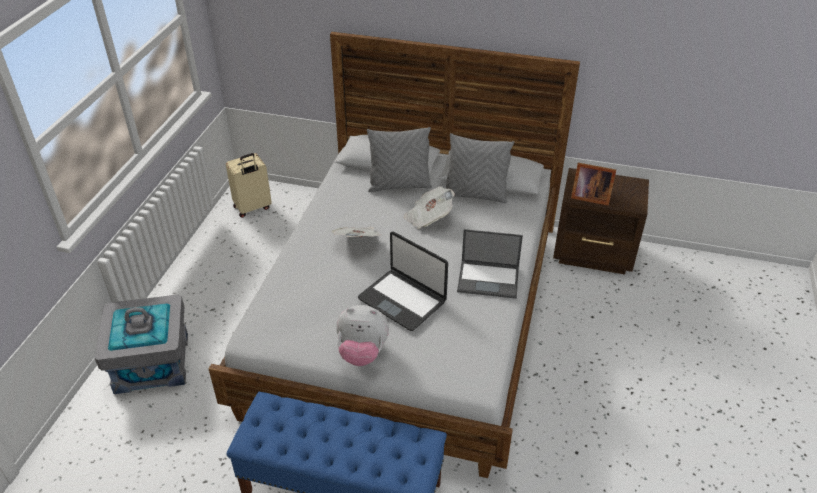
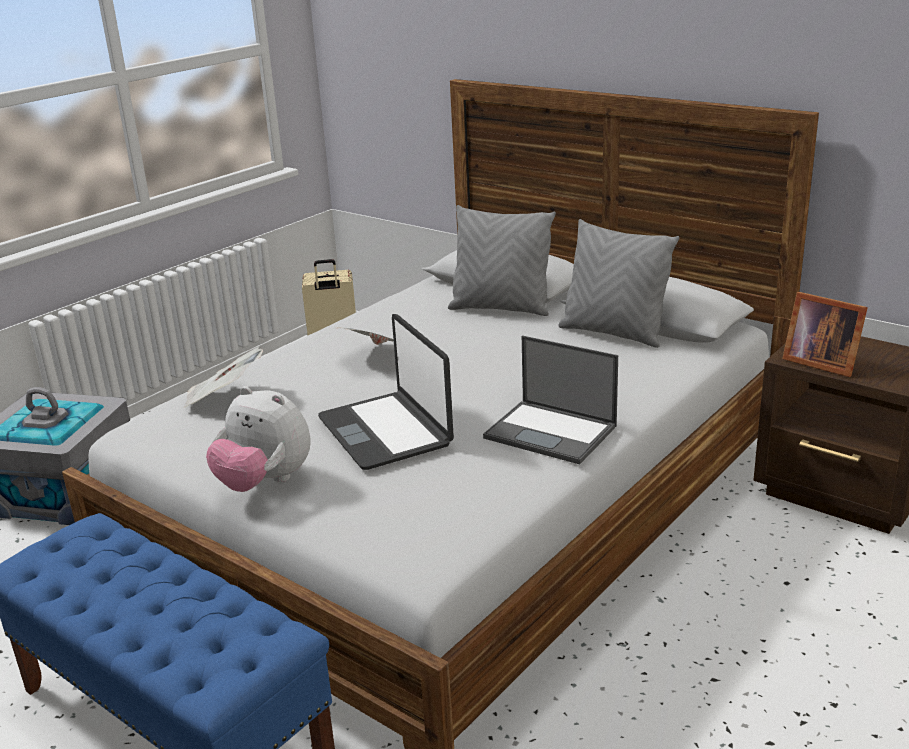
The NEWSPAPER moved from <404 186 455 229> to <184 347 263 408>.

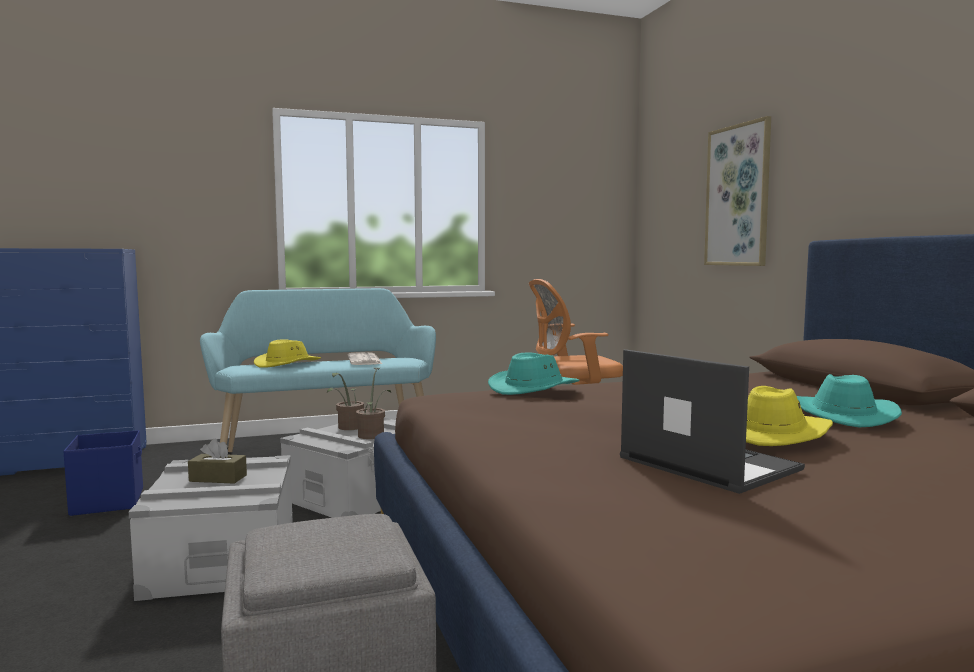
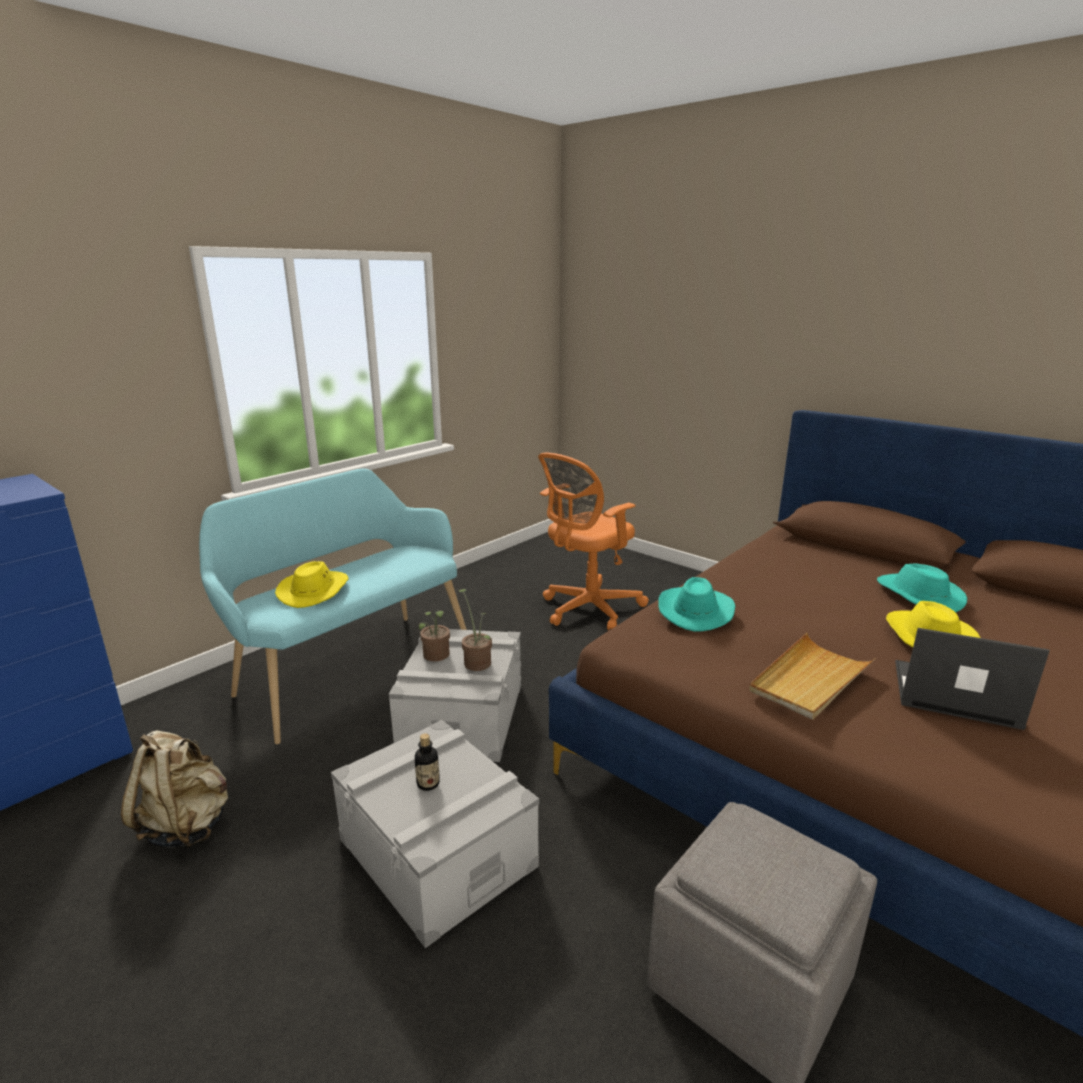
The BLUE STORAGE BIN at <63 430 143 516> was replaced by the BEIGE-COLOURED KNAPSACK at <121 730 228 848>. The BROWN-COLOURED TISSUE BOX at <188 439 247 484> was replaced by the BOTTLE at <415 733 440 791>. The NEWSPAPER at <348 352 382 365> disappeared. The WALL ART at <704 116 771 266> disappeared. The BEIGE-COLOURED CARRYING TRAY at <749 633 876 720> appeared.

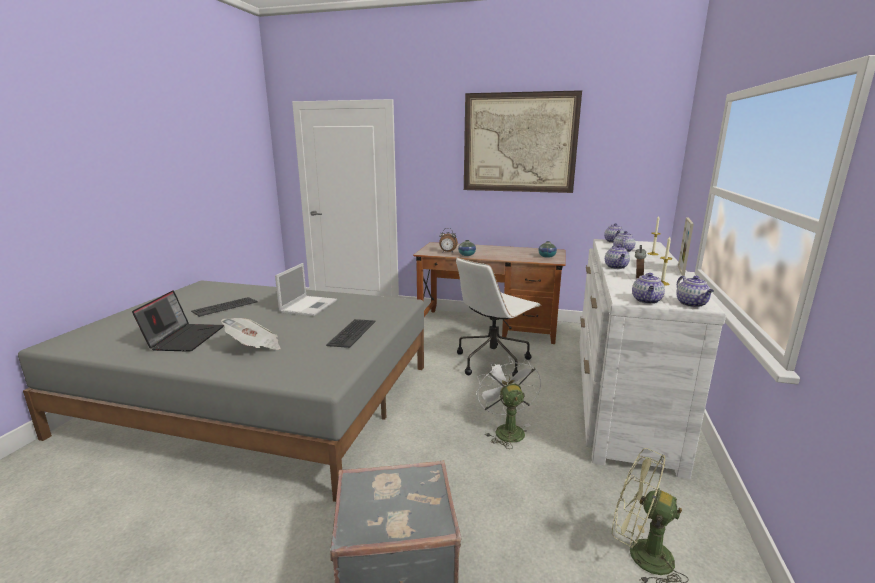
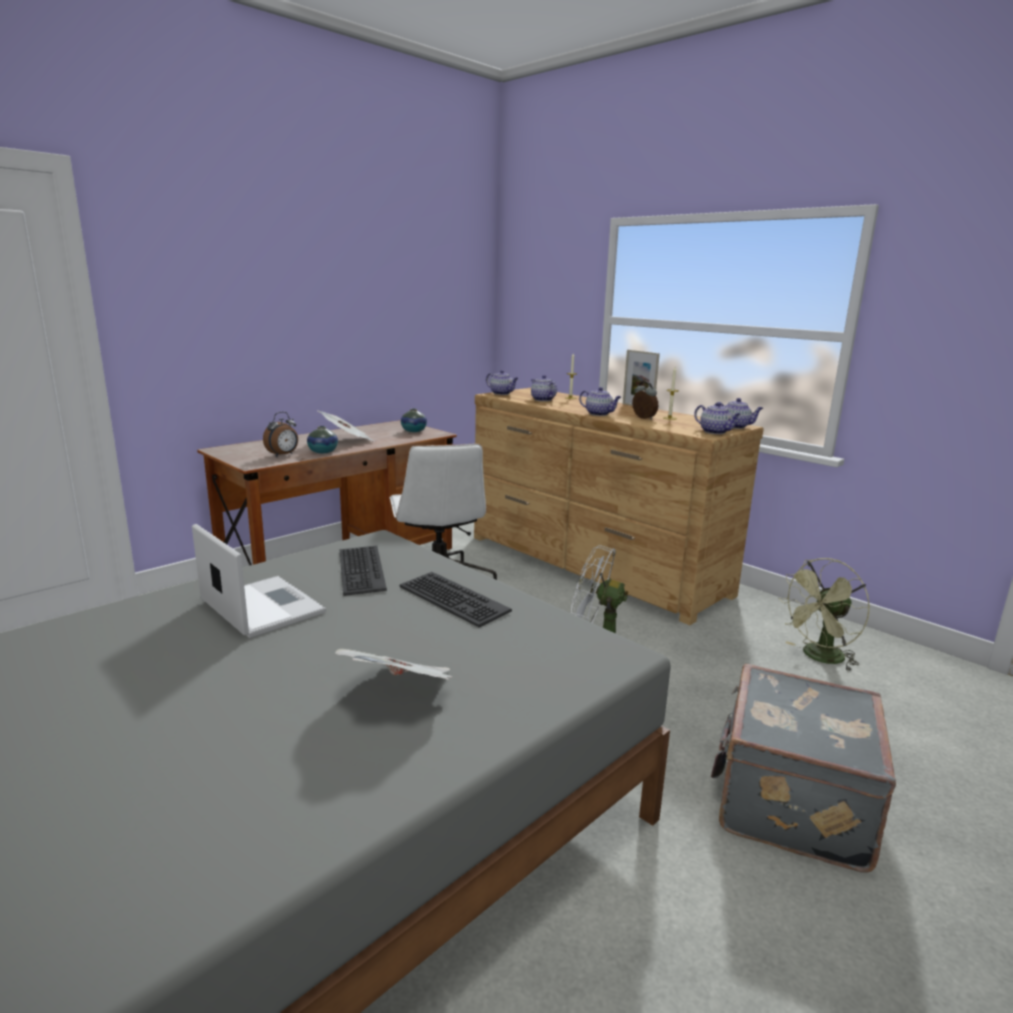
The PORTABLE COMPUTER at <132 290 224 352> disappeared. The KEYBOARD moved from <191 297 257 317> to <340 546 387 596>. The WALL ART at <464 90 582 193> disappeared. The WHITE CHEST OF DRAWERS at <580 239 726 479> became the BROWN-COLOURED CHEST OF DRAWERS at <474 388 764 625>. The NEWSPAPER at <317 410 375 442> appeared.

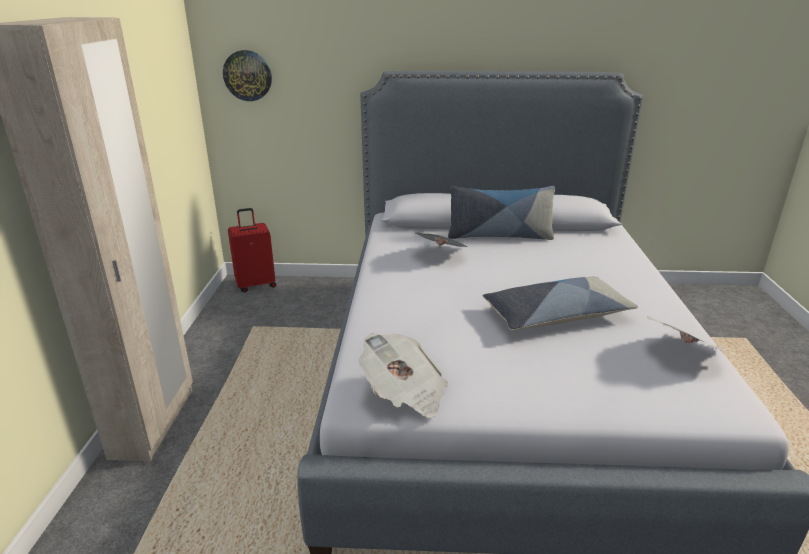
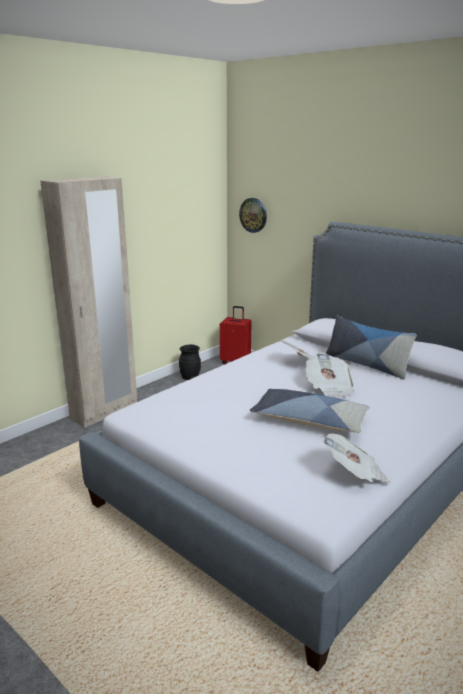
The NEWSPAPER moved from <359 333 448 418> to <306 353 355 398>. The BLACK-COLOURED DECORATIVE VASE at <179 344 201 380> appeared.

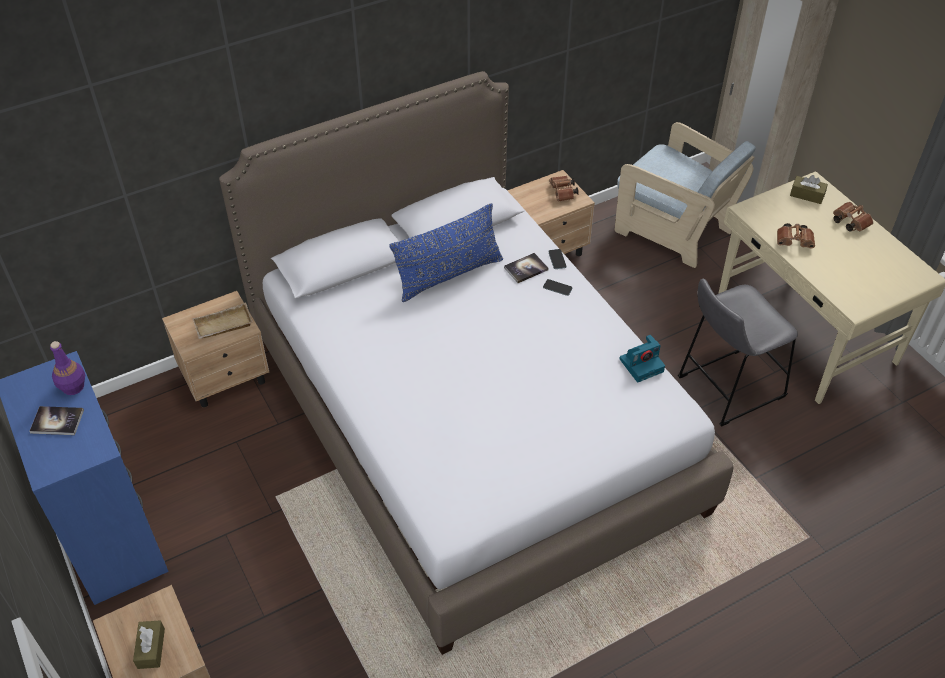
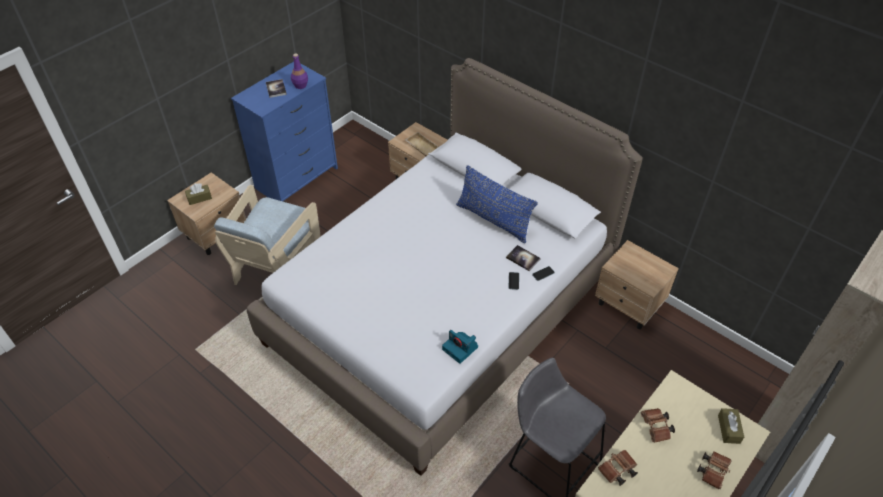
The BROWN-COLOURED PAIR OF BINOCULARS moved from <549 176 579 202> to <598 450 638 486>. The BEIGE-COLOURED EASY CHAIR moved from <614 122 756 268> to <214 185 321 285>.

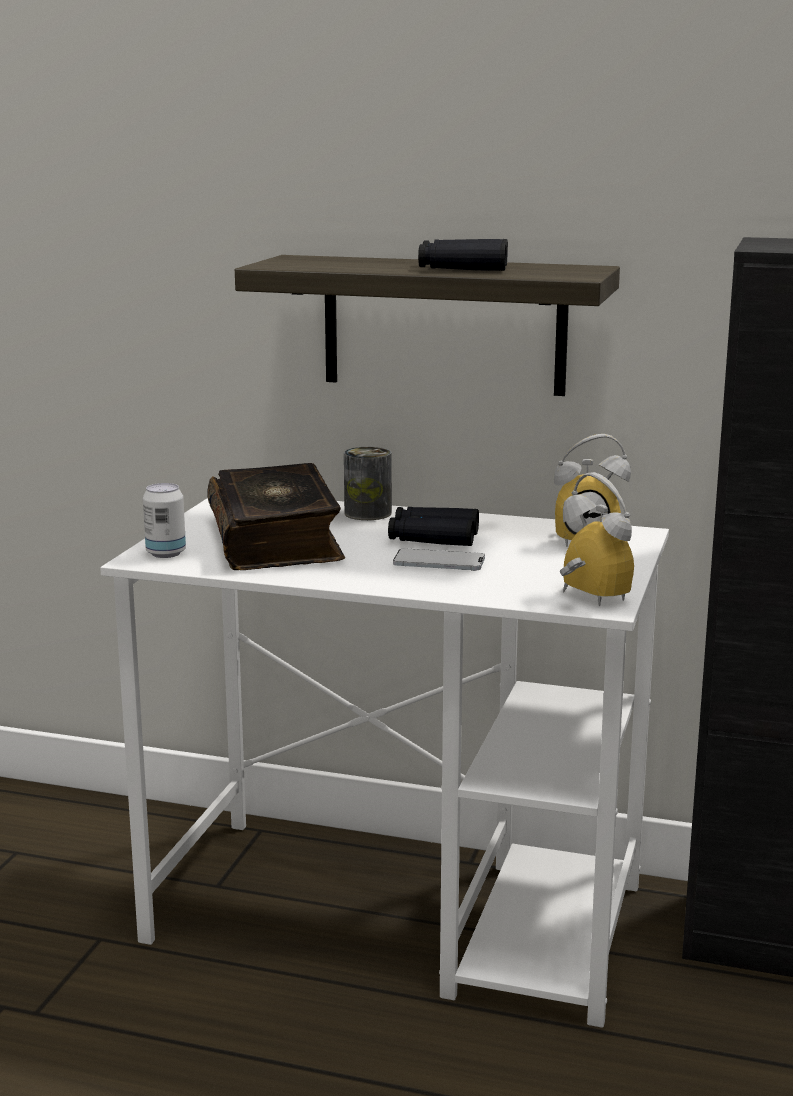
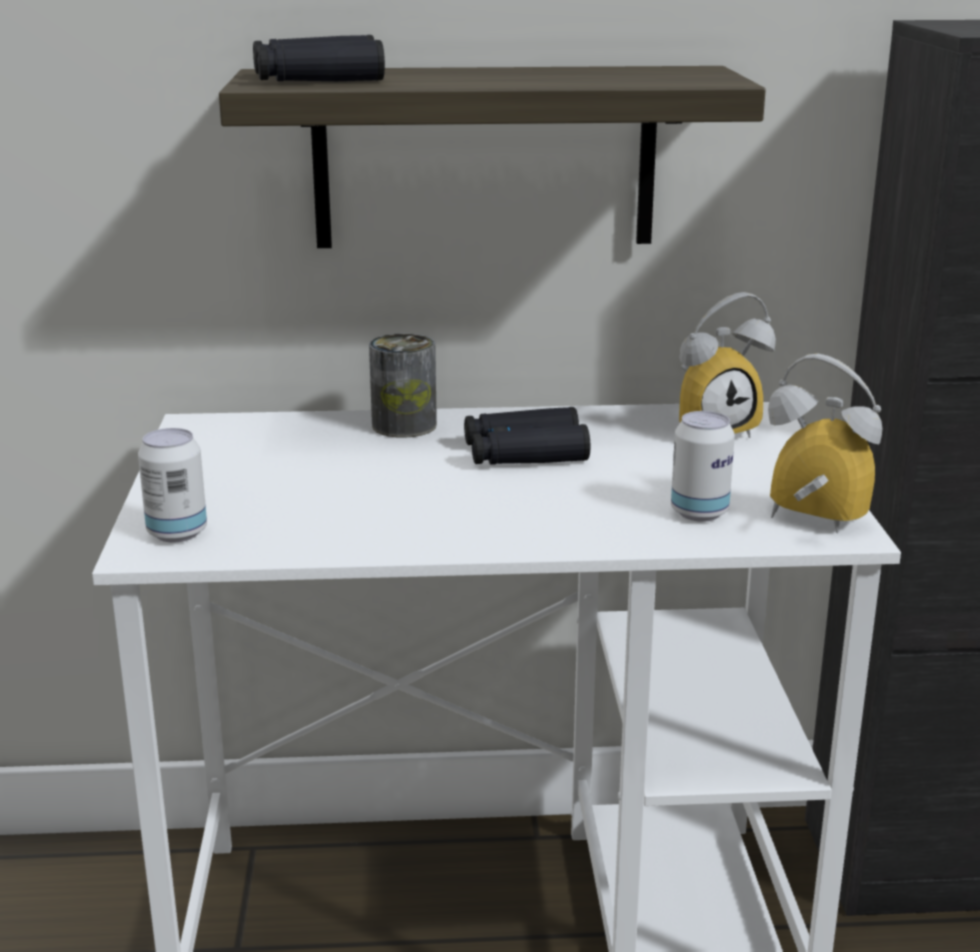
The BOUND BOOK at <207 463 345 570> disappeared. The PHONE at <393 548 485 571> disappeared. The BLACK-COLOURED PAIR OF BINOCULARS moved from <418 239 508 271> to <253 35 385 81>. The CAN at <671 411 735 522> appeared.

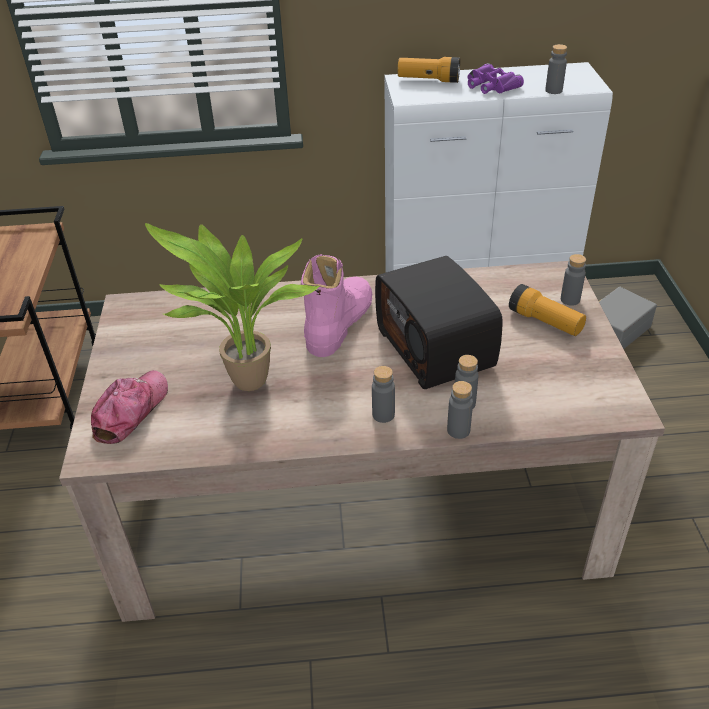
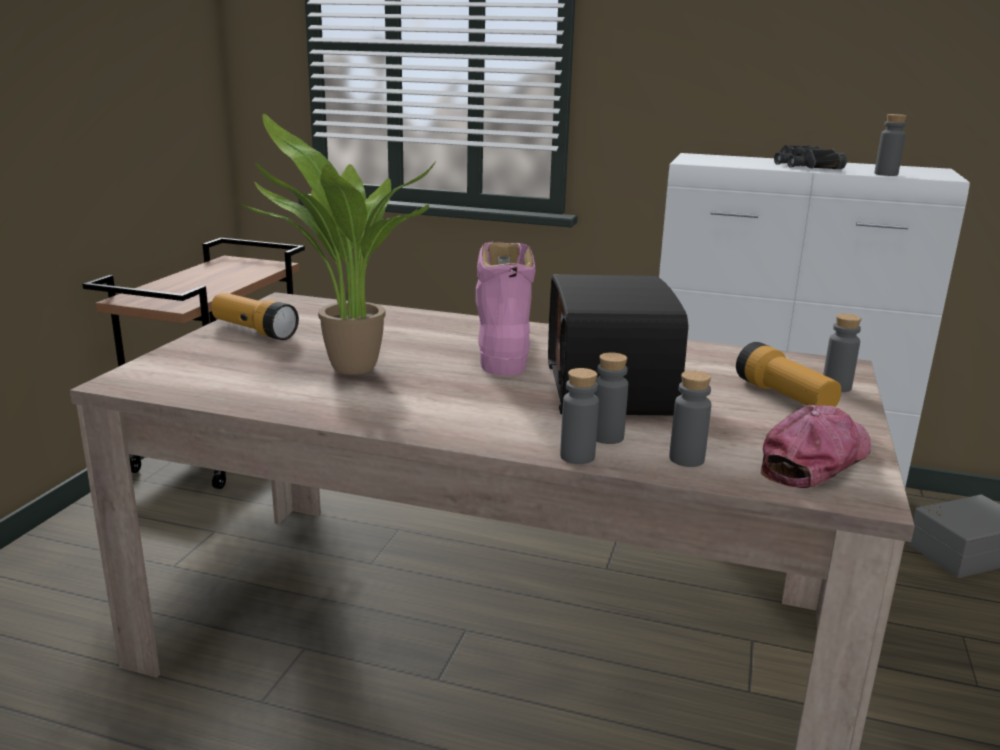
The CAP moved from <91 370 168 444> to <761 405 871 488>. The PINK-COLOURED BOOT at <301 254 372 357> turned 45 degrees counterclockwise. The GRAY BOTTLE moved from <372 366 395 423> to <669 371 711 467>. The FLASHLIGHT moved from <398 57 460 83> to <211 293 299 340>. The PURPLE PAIR OF BINOCULARS at <468 63 524 94> became the BLACK-COLOURED PAIR OF BINOCULARS at <774 145 847 169>.

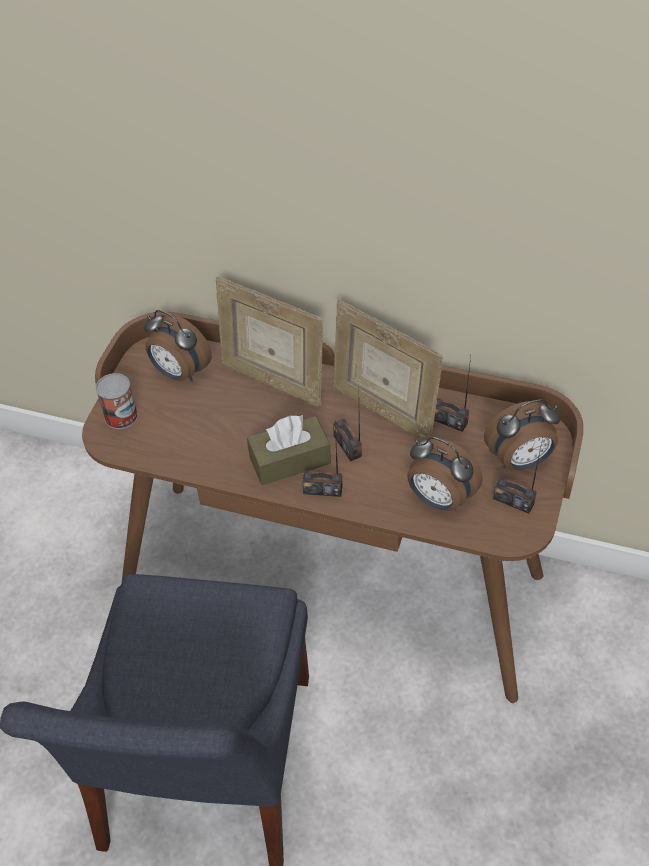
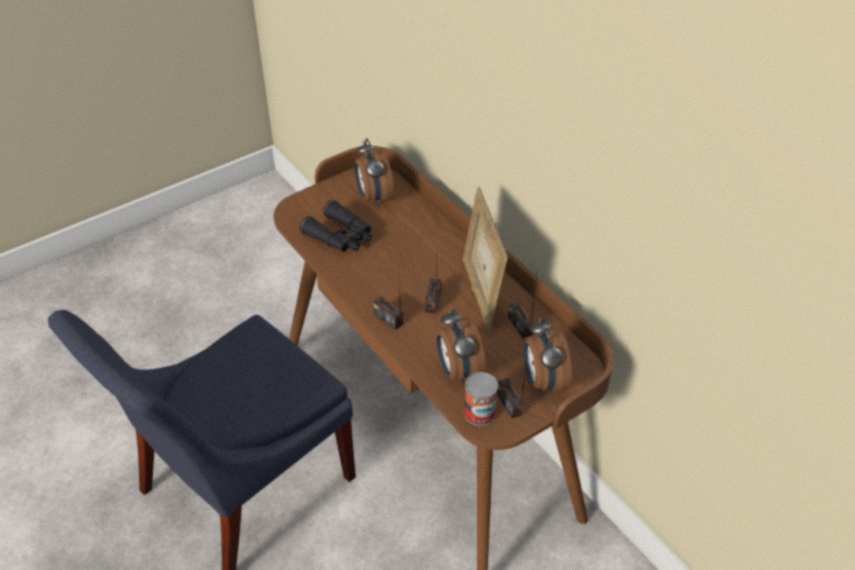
The CAN moved from <96 373 138 429> to <464 372 498 426>. The PICTURE FRAME at <216 276 323 407> disappeared. The BROWN-COLOURED TISSUE BOX at <247 414 331 485> disappeared. The ALARM CLOCK at <484 399 560 470> turned 60 degrees clockwise. The BLACK-COLOURED PAIR OF BINOCULARS at <300 200 372 252> appeared.

